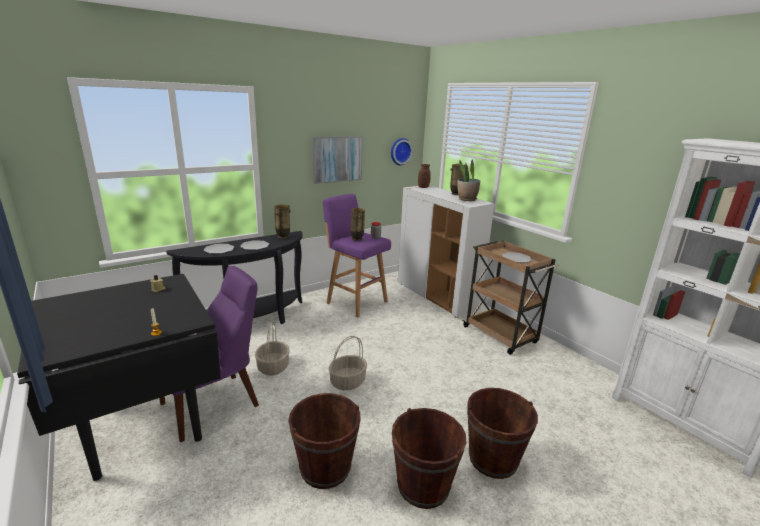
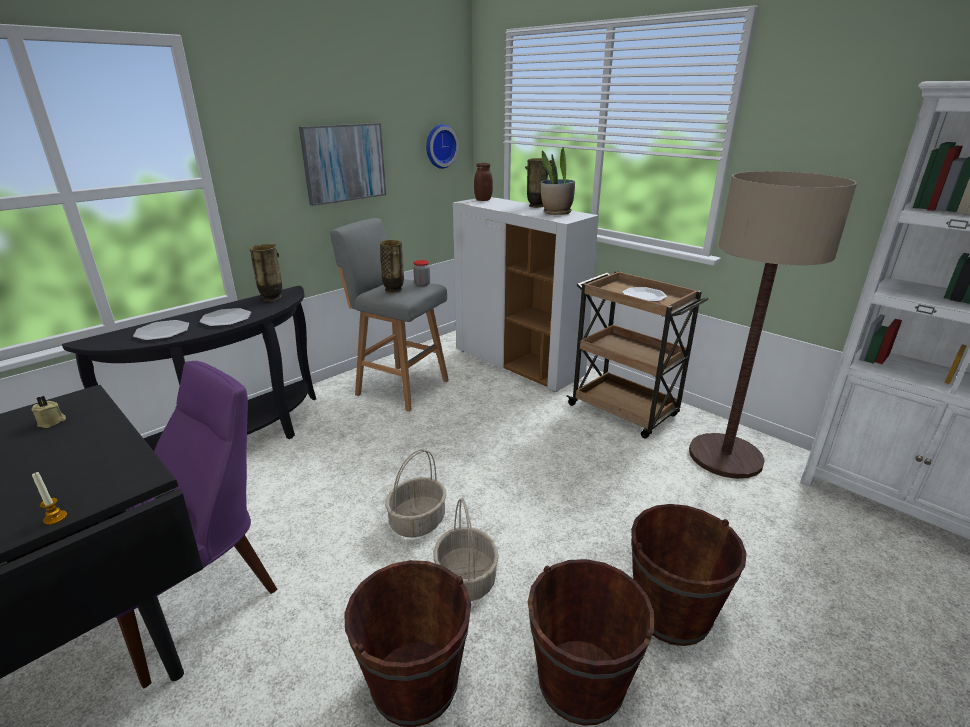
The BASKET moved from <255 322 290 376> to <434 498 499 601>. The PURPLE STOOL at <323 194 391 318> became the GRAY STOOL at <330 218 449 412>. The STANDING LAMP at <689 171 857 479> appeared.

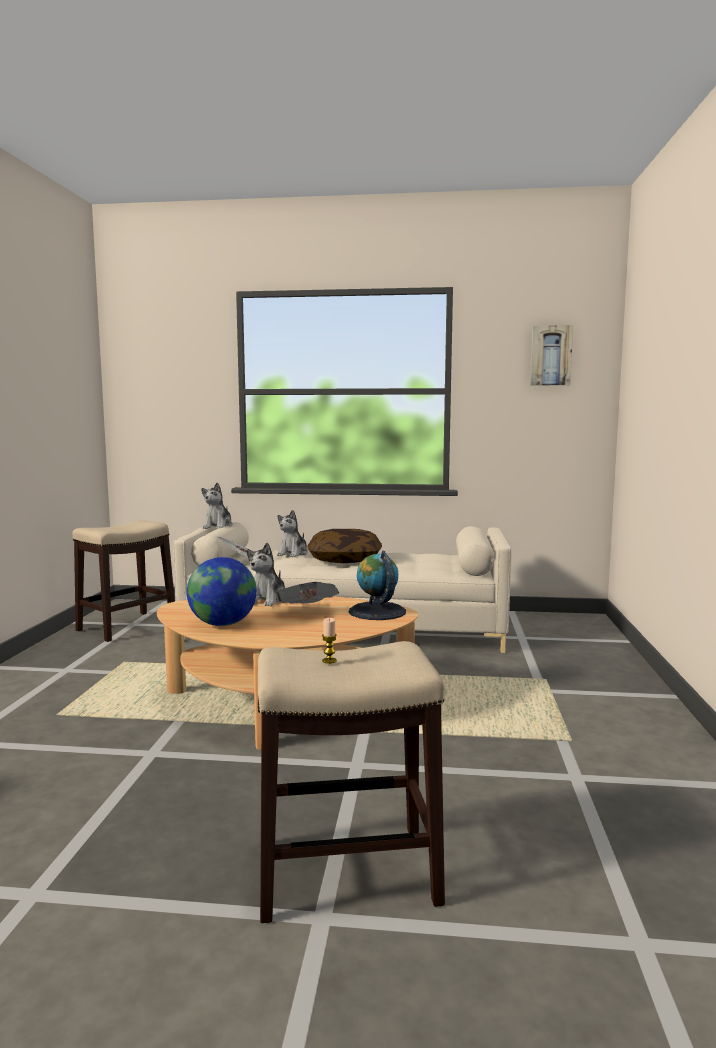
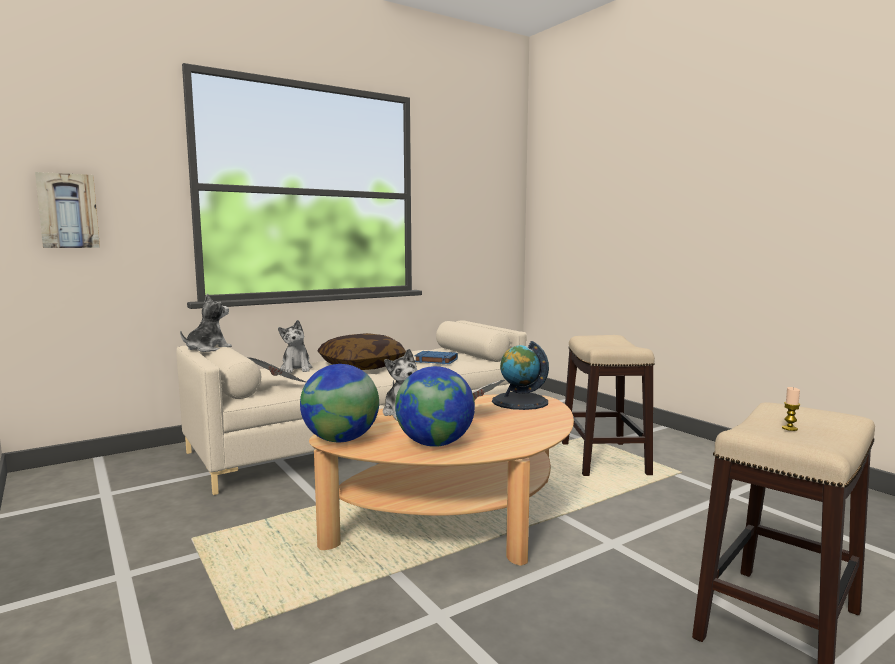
The STOOL moved from <73 520 175 642> to <562 335 655 476>. The SOFT TOY at <201 482 233 529> turned 120 degrees counterclockwise. The WALL ART moved from <530 325 573 385> to <35 172 100 248>. The DESK GLOBE at <300 364 379 442> appeared. The BLUE BOUND BOOK at <414 351 458 364> appeared.

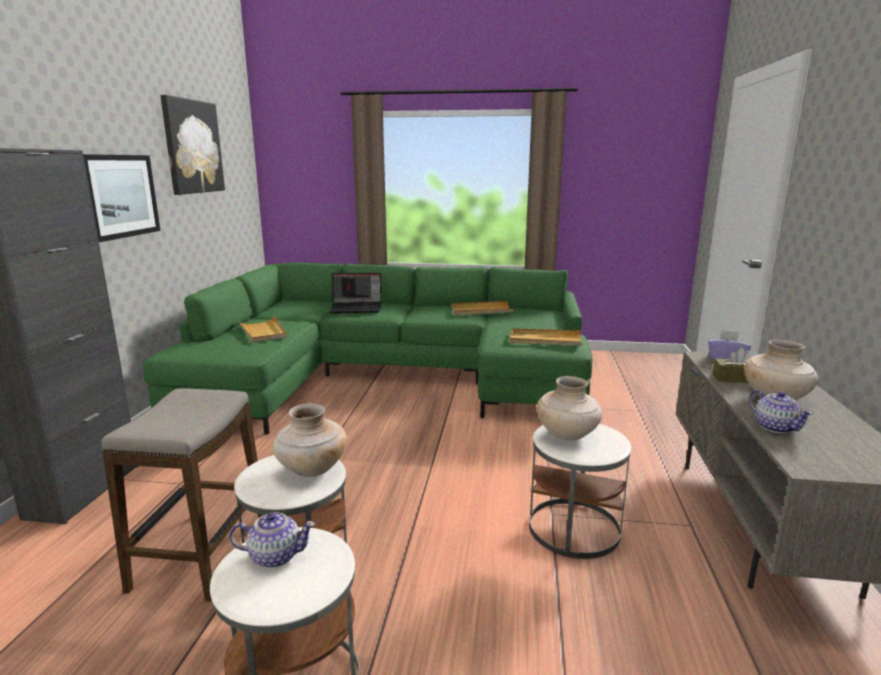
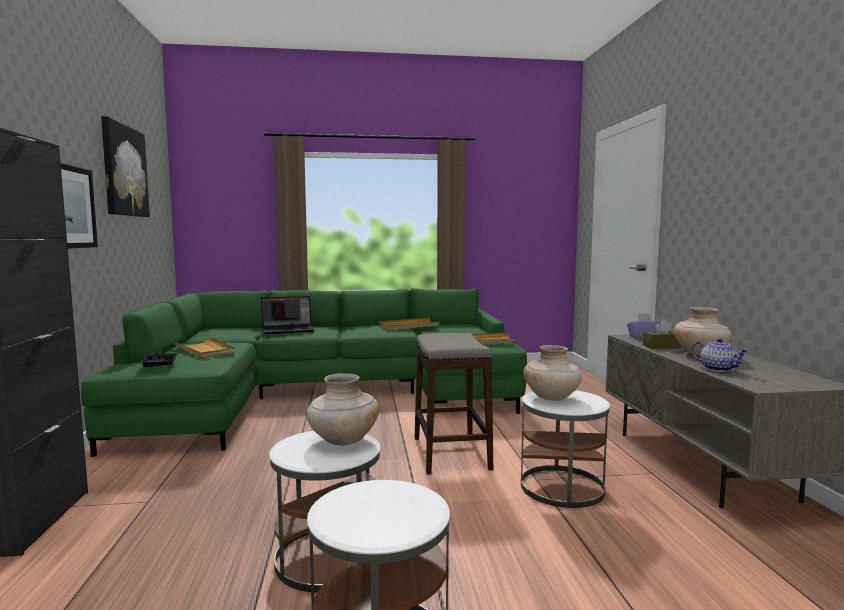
The STOOL moved from <102 388 263 601> to <415 333 493 475>. The TEA POT at <230 512 316 568> disappeared. The BLACK-COLOURED CARRYING TRAY at <139 352 178 368> appeared.

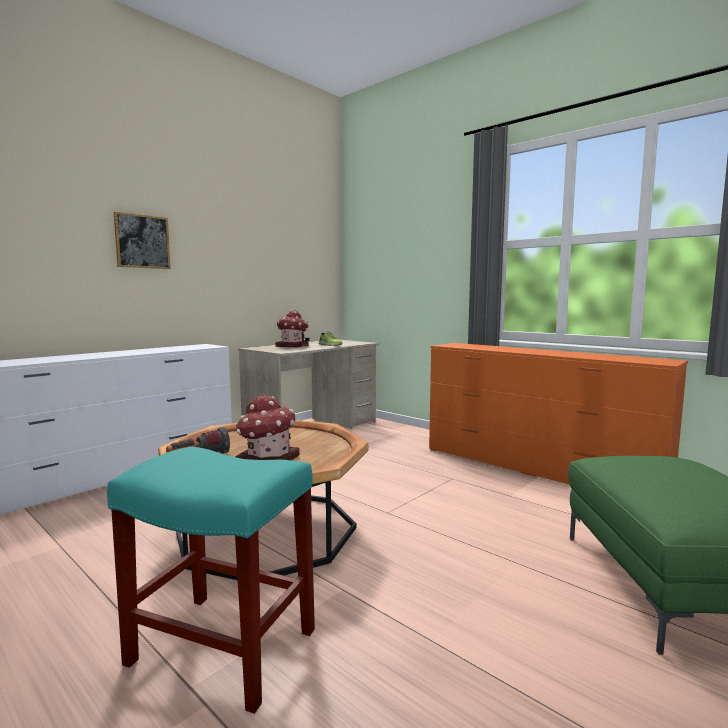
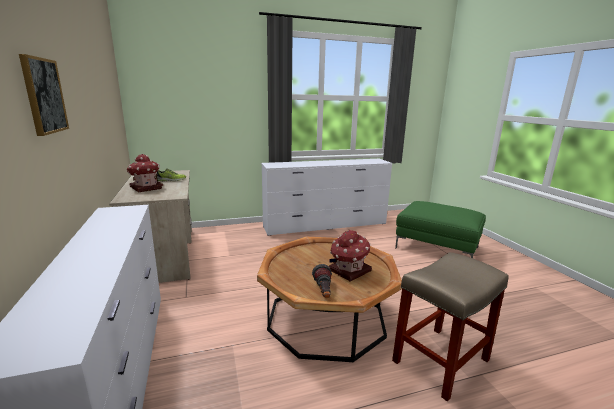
The TURQUOISE STOOL at <107 447 315 714> became the BEIGE-COLOURED STOOL at <392 252 508 402>. The ORANGEY CHEST OF DRAWERS at <429 343 688 484> became the WHITE CHEST OF DRAWERS at <261 159 393 236>.

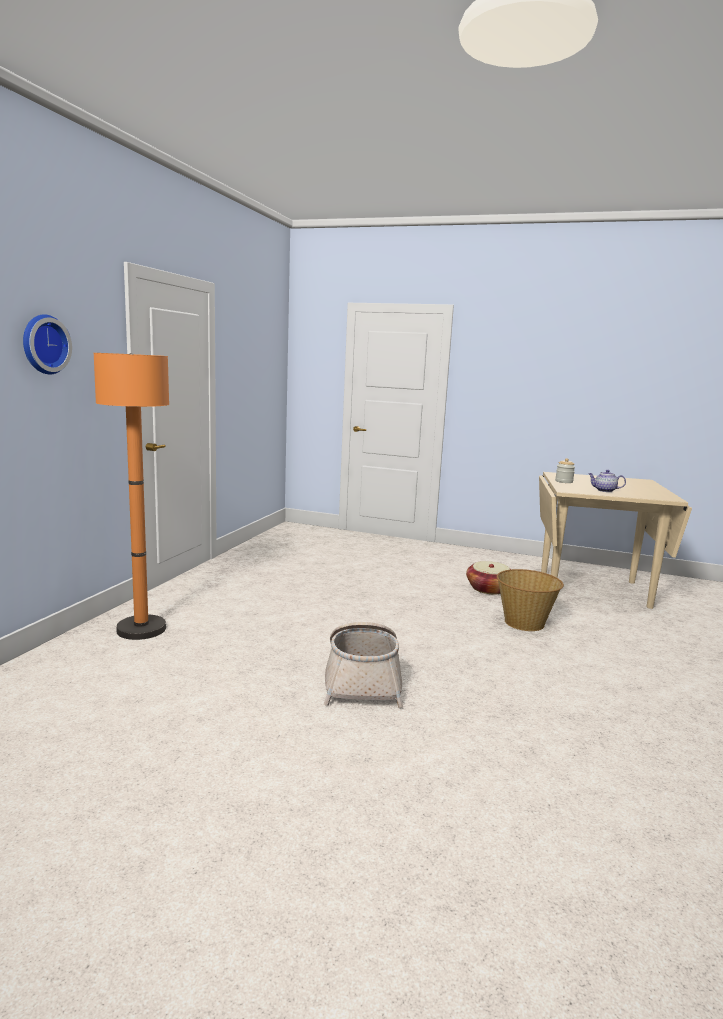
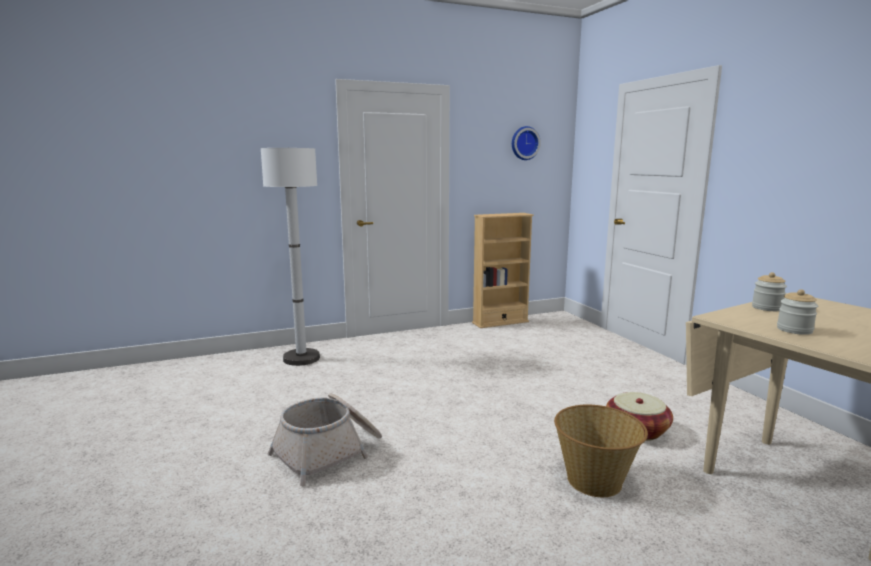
The CLOCK ON THE WALL moved from <23 314 72 374> to <512 126 541 160>. The ORANGEY STANDING LAMP at <94 353 169 640> became the WHITE STANDING LAMP at <261 148 320 366>. The TEA POT at <588 470 626 492> was replaced by the JAR at <777 289 818 335>. The BEIGE-COLOURED SHELVING UNIT at <472 213 534 328> appeared.

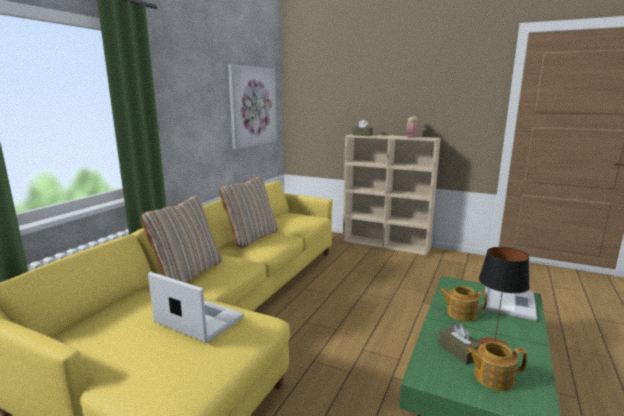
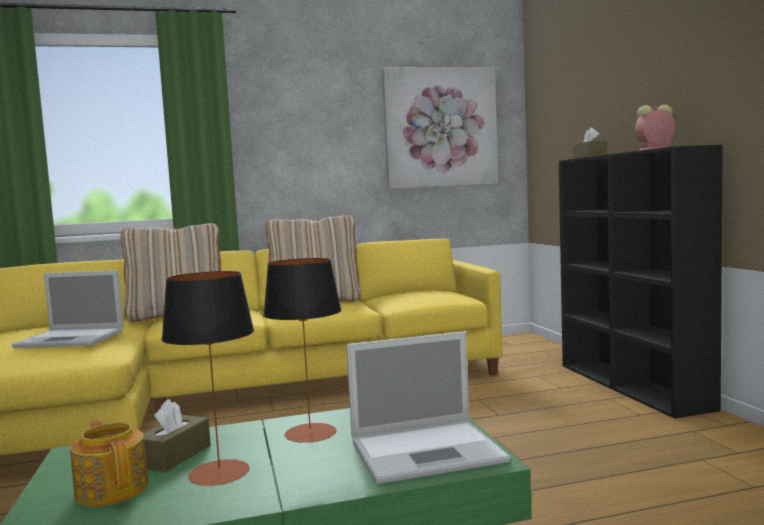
The PORTABLE COMPUTER at <148 272 244 343> turned 105 degrees clockwise. The BEIGE-COLOURED SHELVING UNIT at <343 134 441 256> became the BLACK-COLOURED SHELVING UNIT at <559 145 723 419>. The TEA POT at <439 286 488 322> was replaced by the LAMP FOR A TABLE at <263 258 341 443>.

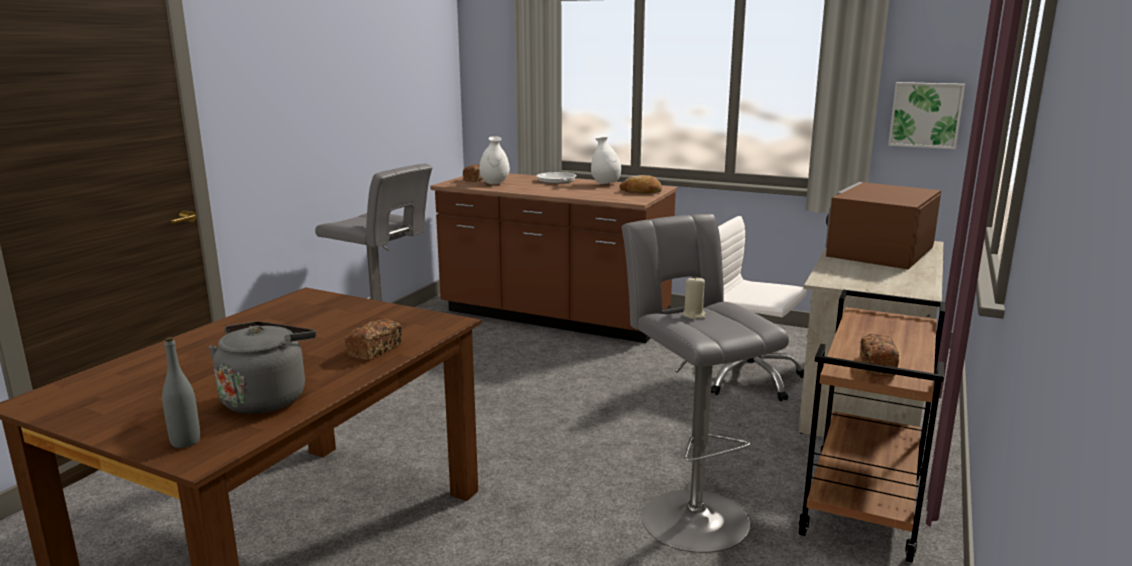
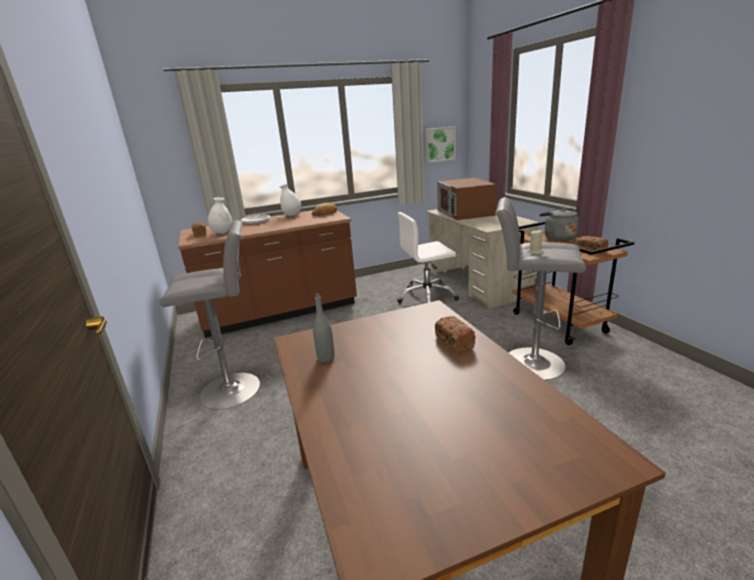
The GRAY BOTTLE moved from <162 337 200 448> to <313 294 334 362>. The GRAY KETTLE moved from <209 322 316 414> to <539 208 579 241>.

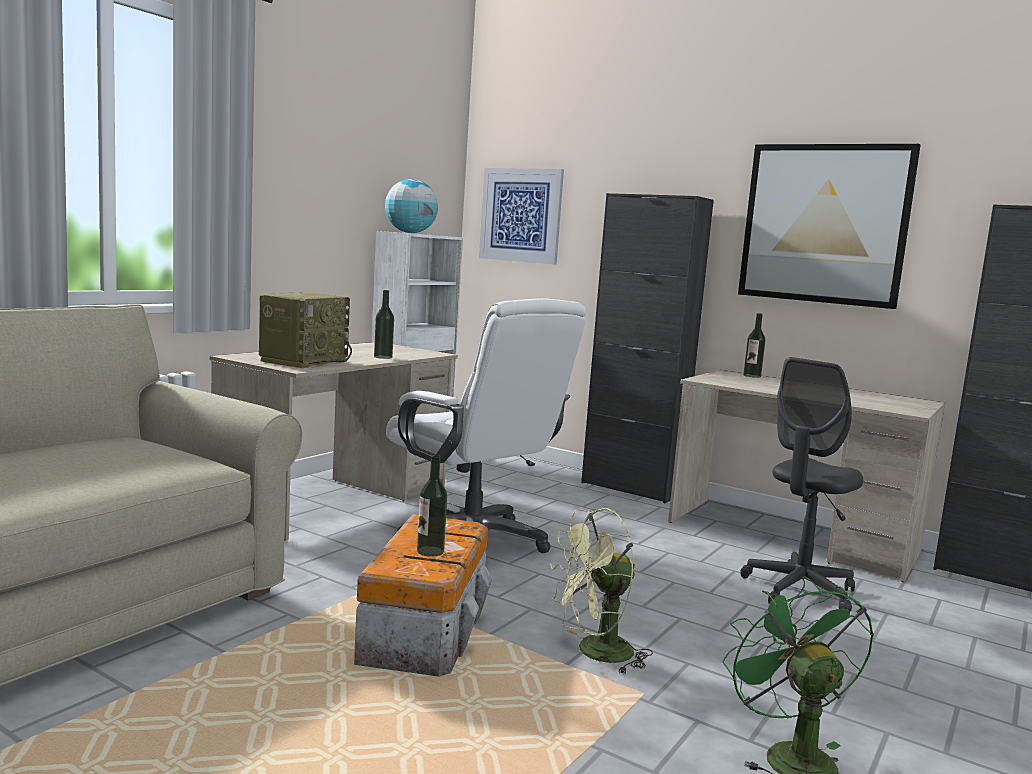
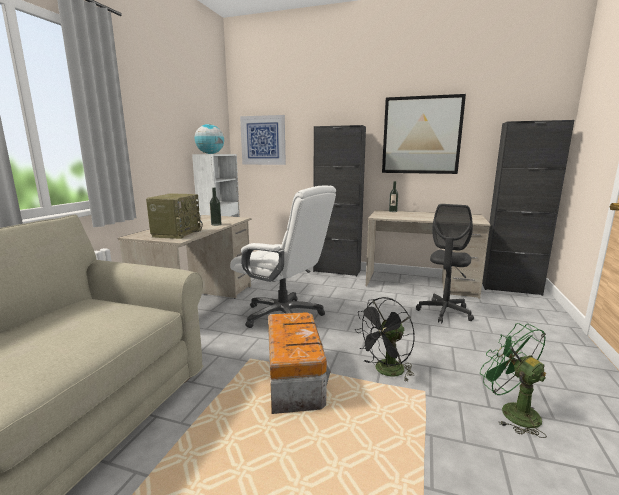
The BOTTLE at <417 455 447 557> disappeared. The GREEN FAN at <550 508 653 675> became the BLACK-COLOURED FAN at <355 297 414 382>.

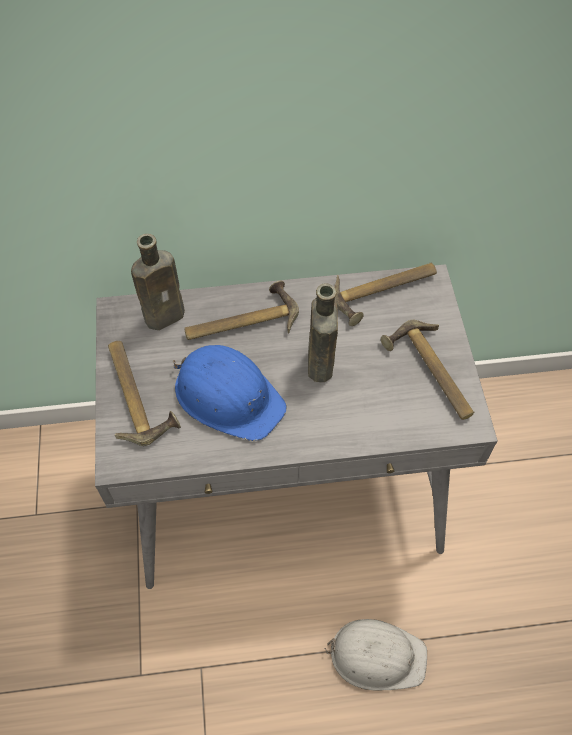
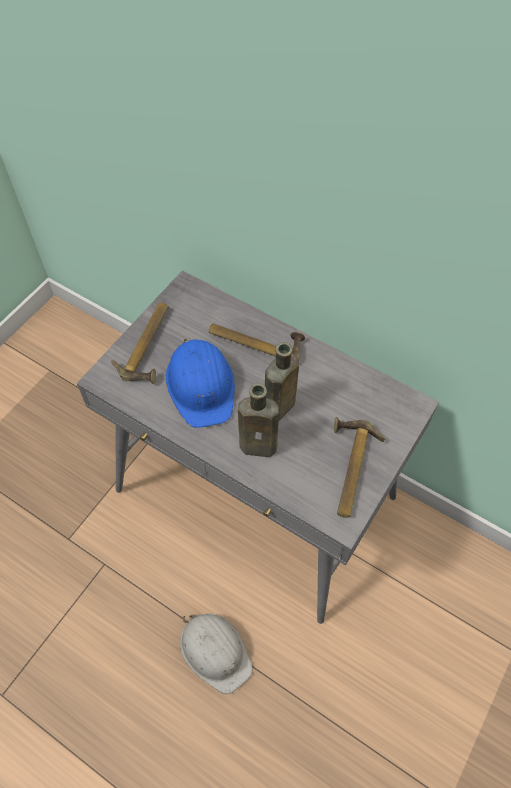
The BROWN-COLOURED BOTTLE moved from <131 234 185 330> to <238 383 279 457>. The HAND HAMMER at <334 263 437 326> disappeared.

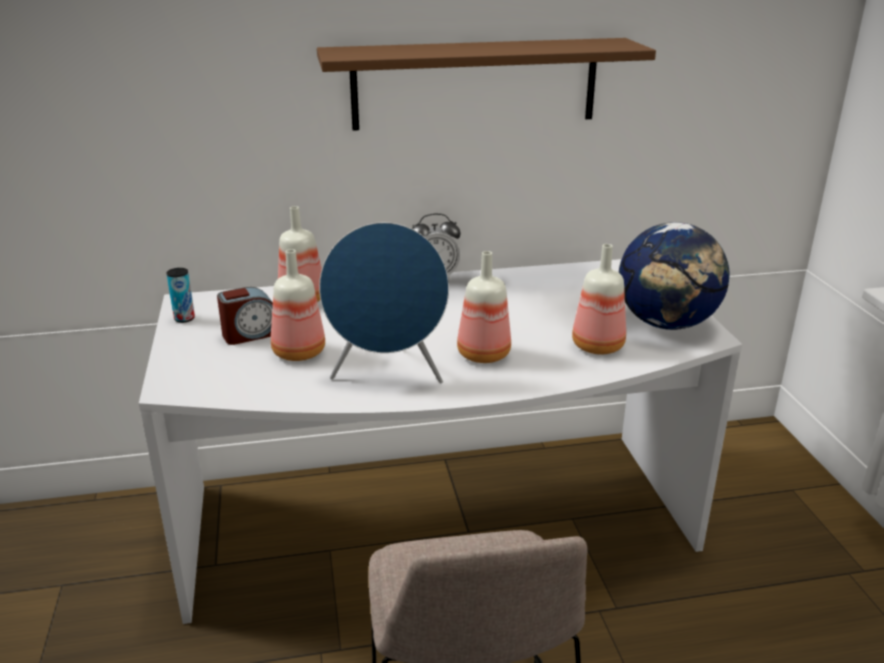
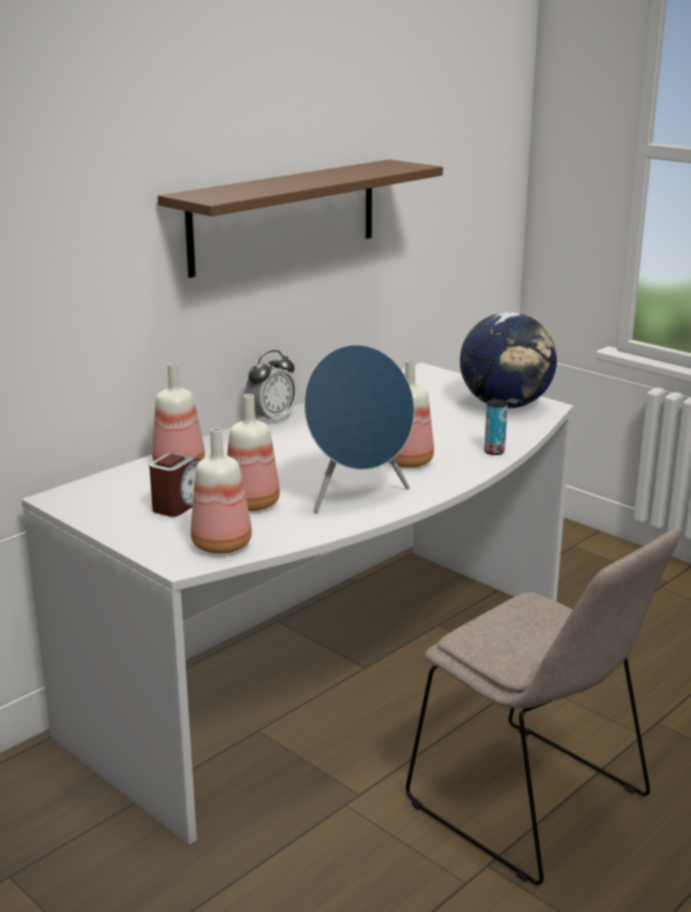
The CAN moved from <166 268 195 323> to <484 399 508 455>. The BOTTLE moved from <572 244 626 354> to <191 428 252 554>.

